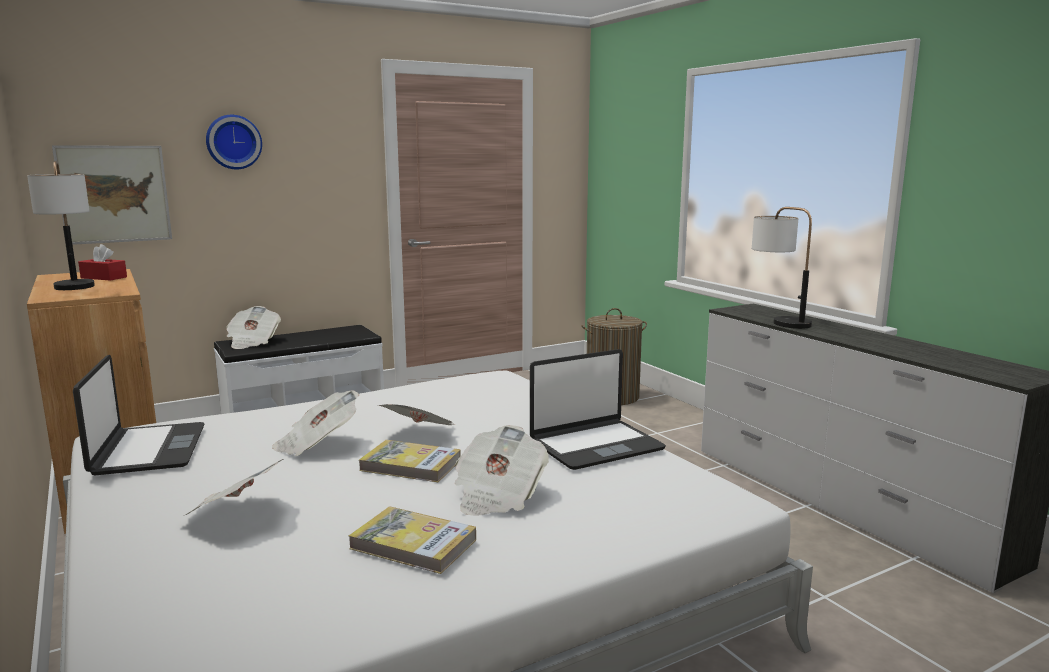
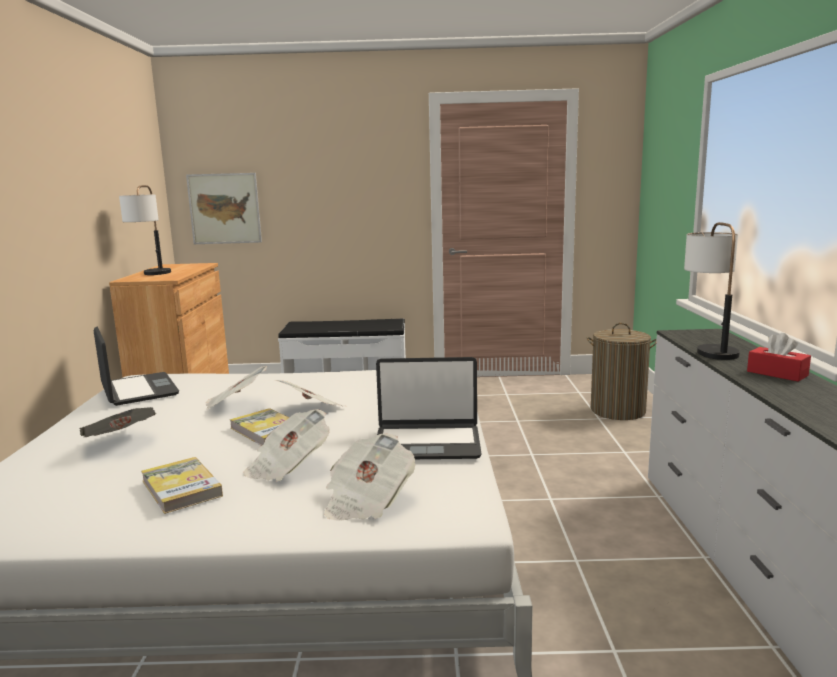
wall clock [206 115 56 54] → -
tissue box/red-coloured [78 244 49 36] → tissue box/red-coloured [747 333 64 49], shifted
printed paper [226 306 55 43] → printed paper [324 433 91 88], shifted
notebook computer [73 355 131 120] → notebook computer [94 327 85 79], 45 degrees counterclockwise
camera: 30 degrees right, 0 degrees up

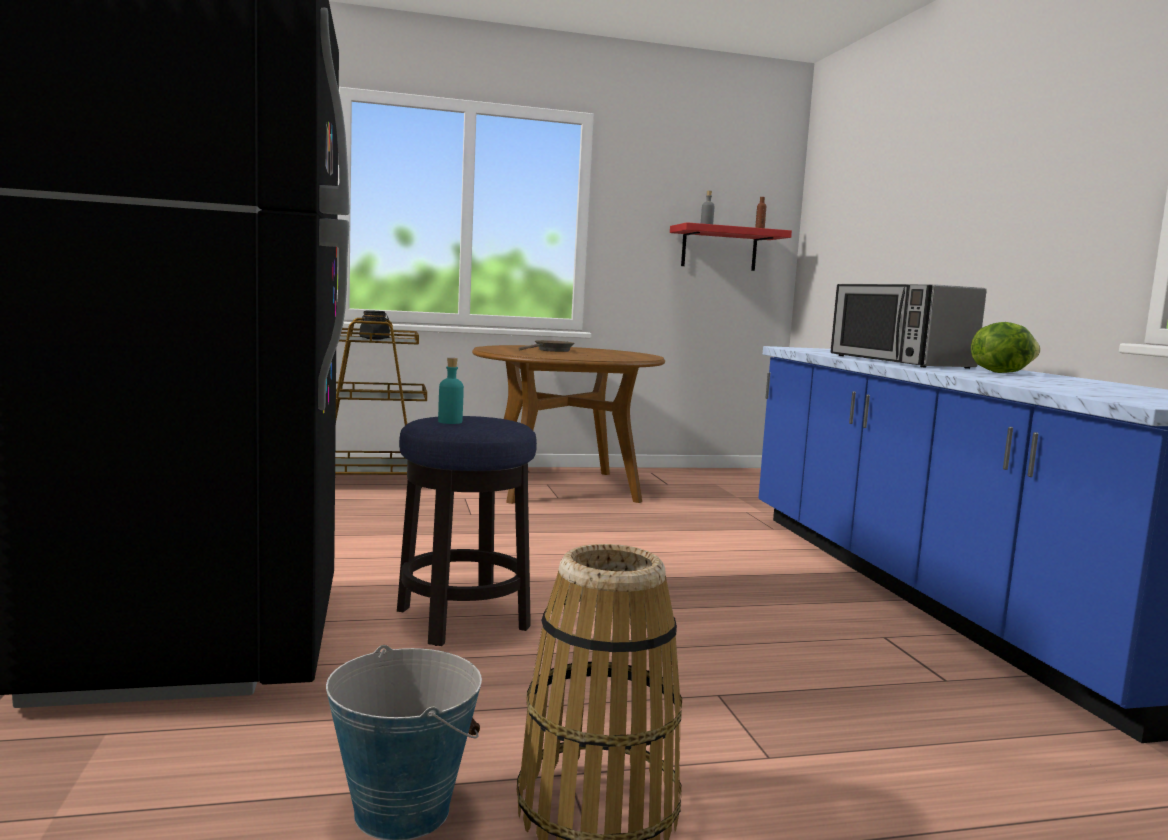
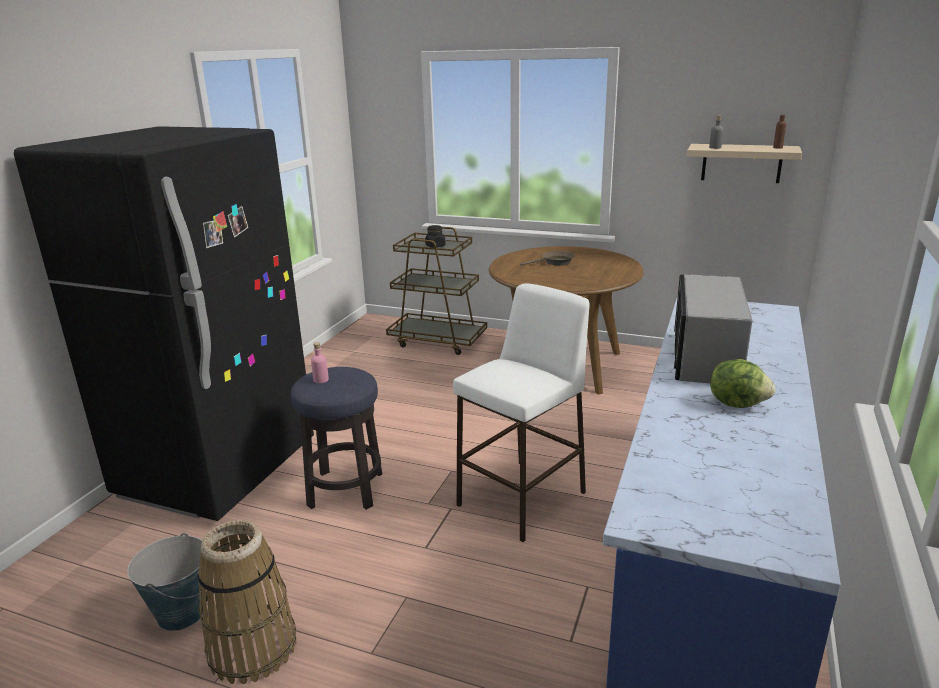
wall shelf/red-coloured [670 222 122 49] → wall shelf/sand-coloured [687 144 115 39]
bottle/turquoise [438 358 26 66] → bottle/pink-coloured [311 342 18 41]
- → sitting stool/whitish [453 283 136 259]
camera: 35 degrees right, 15 degrees up

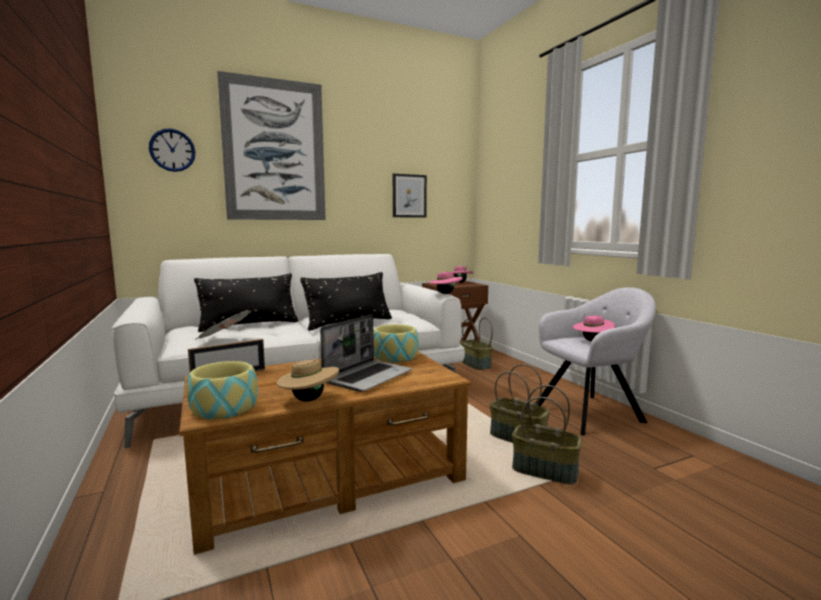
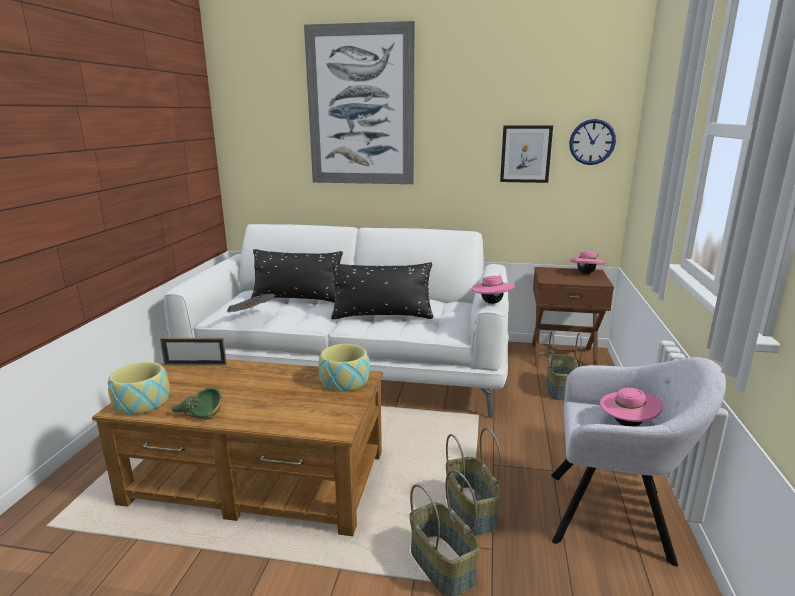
wall clock [149 128 46 44] → wall clock [569 119 47 46], shifted
notebook computer [320 315 92 77] → -
hat/sand-coloured [276 355 63 46] → serving bowl/green [172 387 50 33]
camera: 35 degrees right, 10 degrees up

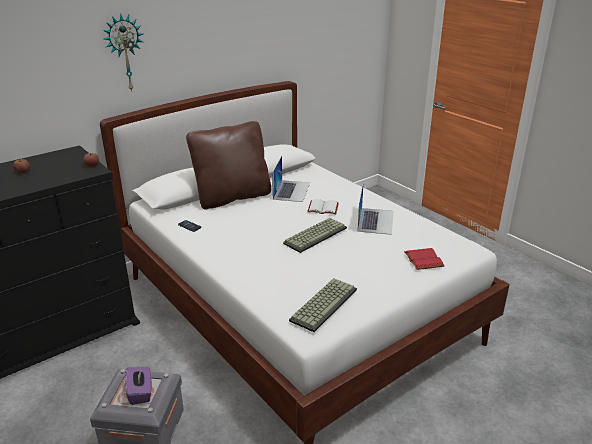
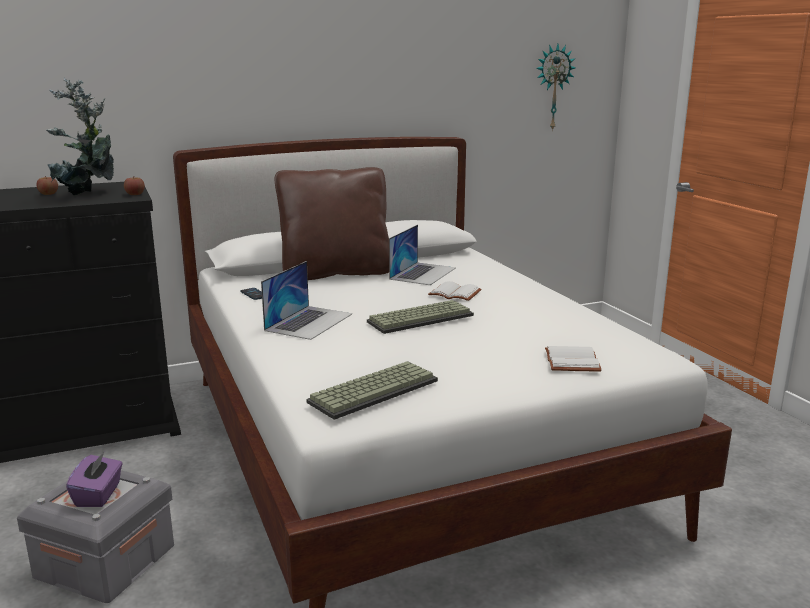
wall clock [103 14 41 78] → wall clock [536 44 40 87], shifted
notebook computer [357 181 37 54] → notebook computer [261 261 91 79], shifted
volume/red-coloured [404 248 41 22] → volume/whitish [545 346 57 26]
- → potted plant [46 77 68 118]
camera: 15 degrees right, 10 degrees down

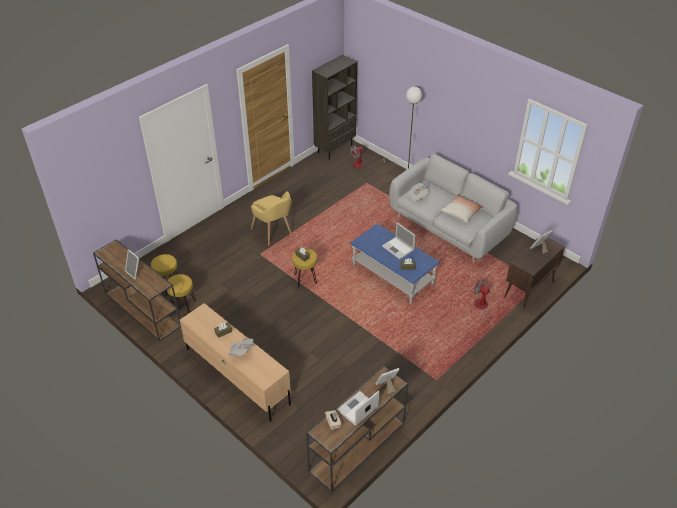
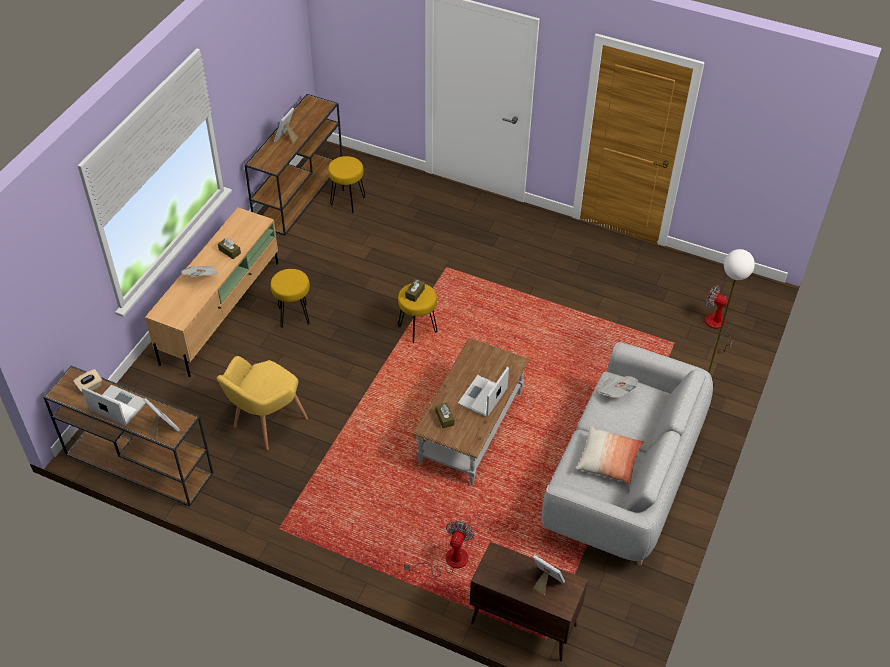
shelving unit/brownish [312 54 45 106] → -
lounge chair/yellow [251 191 41 55] → lounge chair/yellow [217 356 91 94], shifted
lounge table/blue-coloured [350 224 90 80] → lounge table/brownish [413 338 117 147]
sitting stool/yellow [166 274 30 39] → sitting stool/yellow [270 269 40 59], shifted
camera: 70 degrees right, 5 degrees up

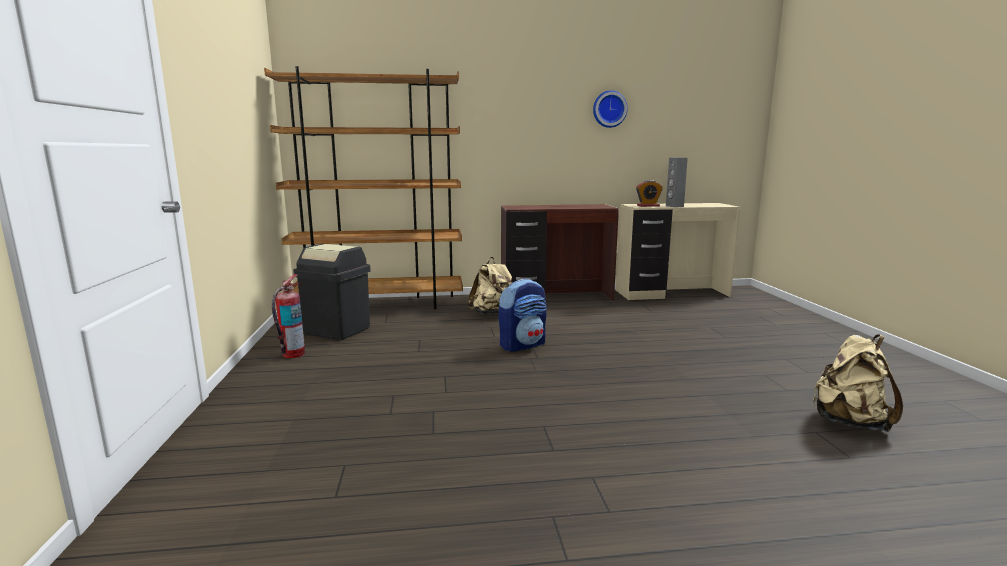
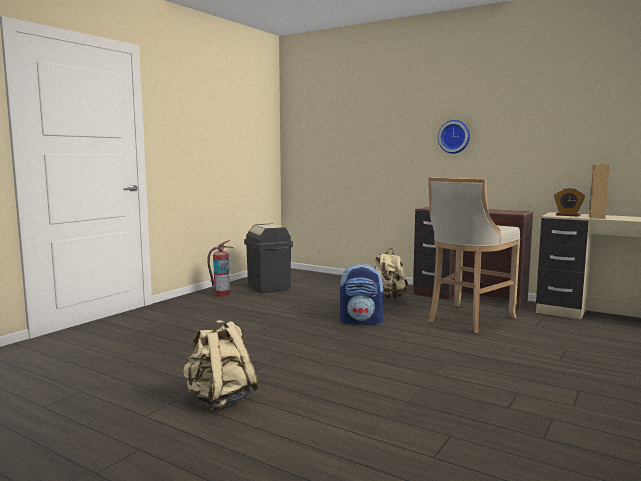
shelving unit/brownish [264 66 199 243] → -
wall clock [593 90 35 38] → wall clock [438 120 32 34], shifted
audio speaker/greyish [666 158 22 49] → audio speaker/brownish [589 164 21 55]
rucksack/sand-coloured [812 334 91 98] → rucksack/sand-coloured [183 320 76 90], shifted
- → sitting stool/sand-coloured [428 177 92 156]
camera: 40 degrees right, 5 degrees down

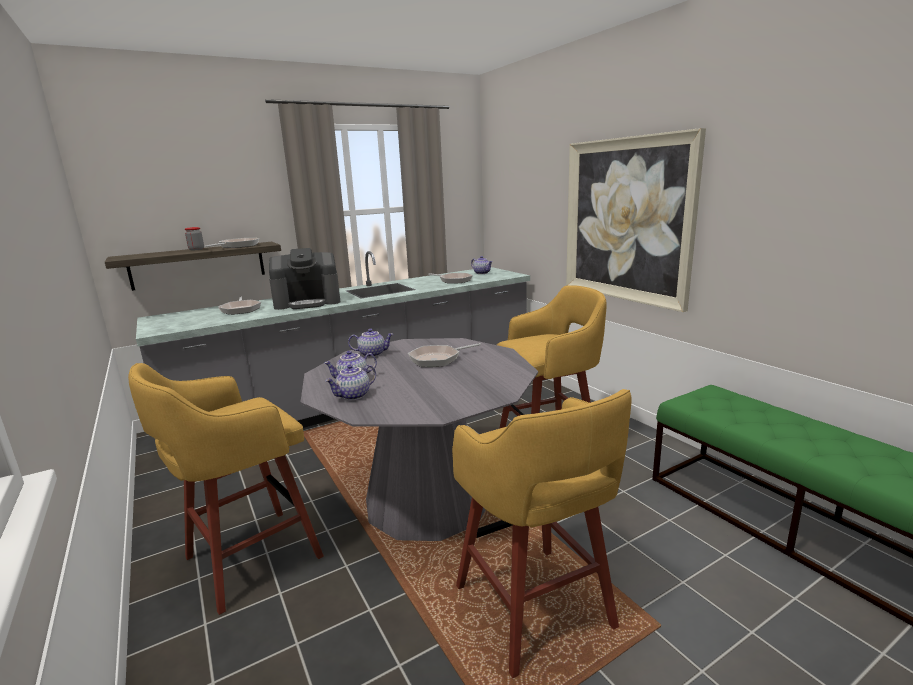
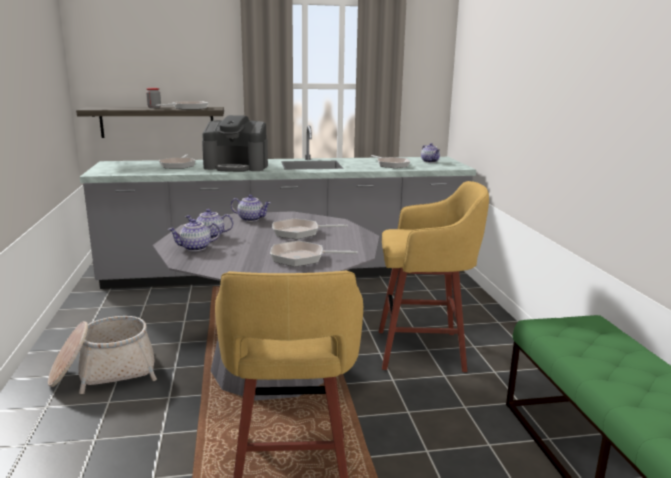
wall picture [566 128 140 184] → -
sitting stool/yellow [128 363 196 252] → basket [48 316 109 78]
- → frying pan [270 241 87 26]
camera: 20 degrees right, 0 degrees up

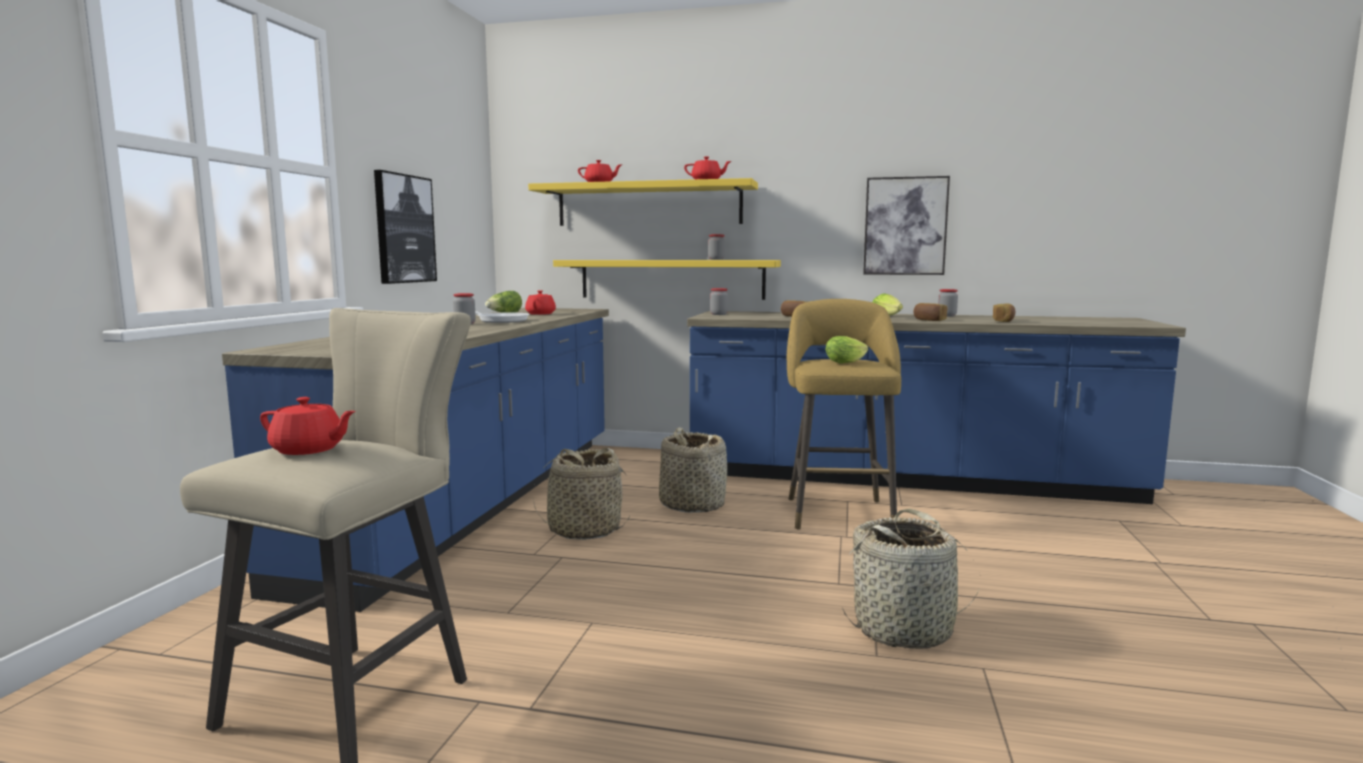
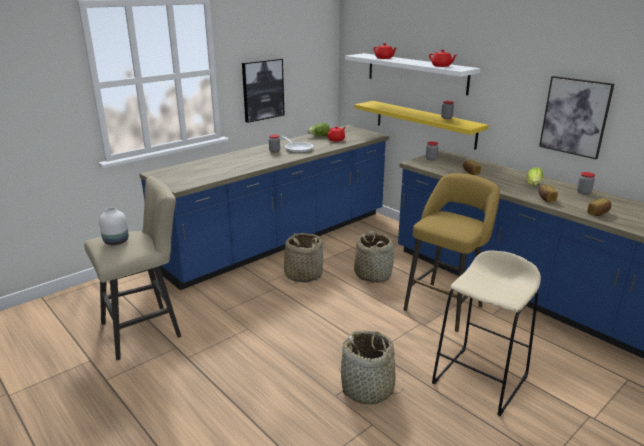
wall shelf/yellow [528 178 230 48] → wall shelf/whitish [345 53 135 42]
lettuce head [826 336 42 27] → -
tea pot/red-coloured [260 397 96 58] → flower vase/whitish [99 207 30 38]
- → sitting stool/sand-coloured [432 251 109 165]
camera: 35 degrees right, 15 degrees up

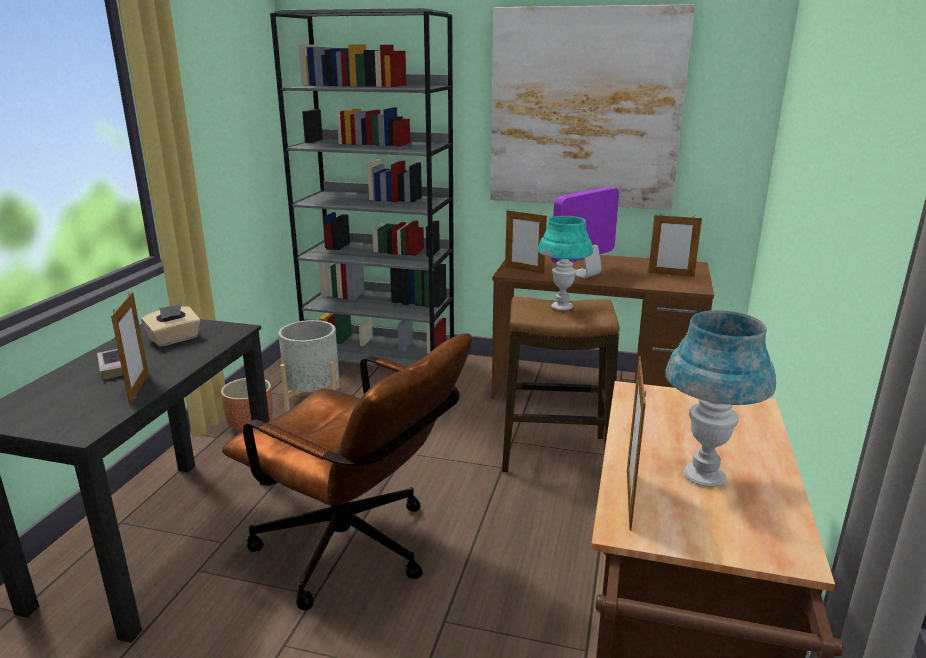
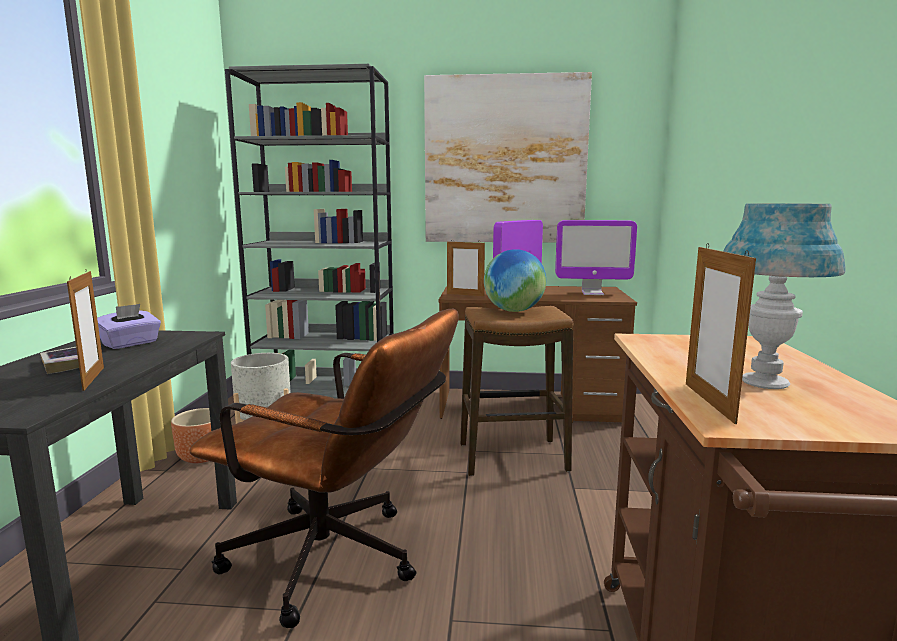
photo frame [648 213 54 64] → monitor [555 220 82 75]
lamp for a table/turquoise [538 216 55 94] → globe [484 249 62 63]
tissue box/sand-coloured [141 304 60 43] → tissue box/purple [97 304 64 45]
camera: 10 degrees left, 10 degrees down

